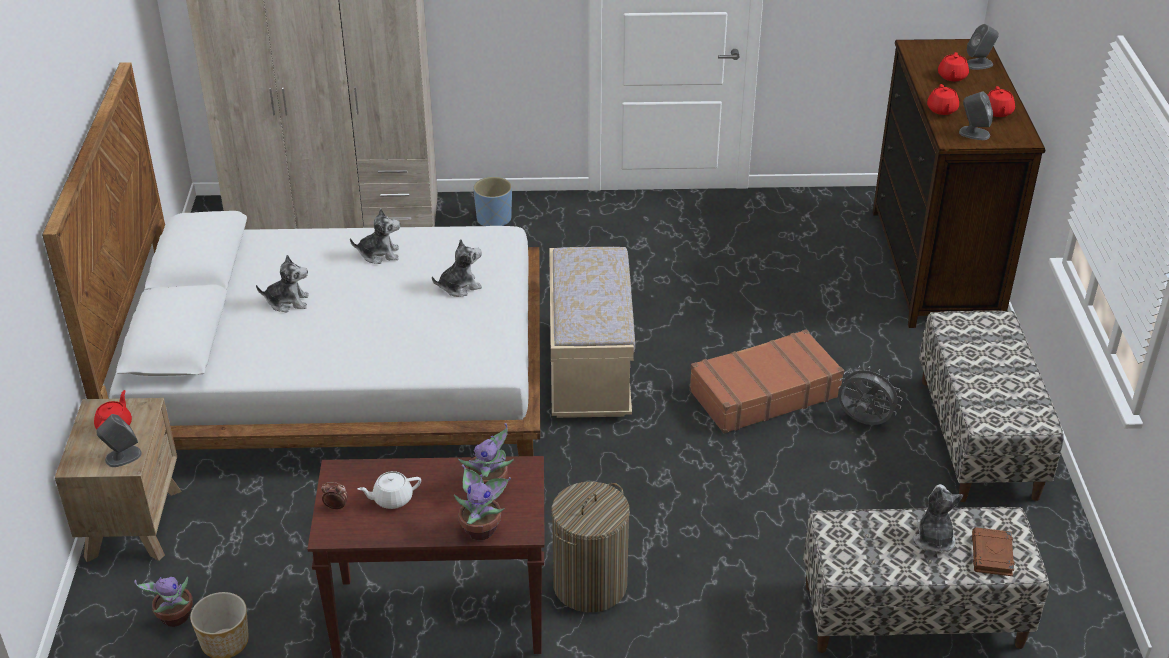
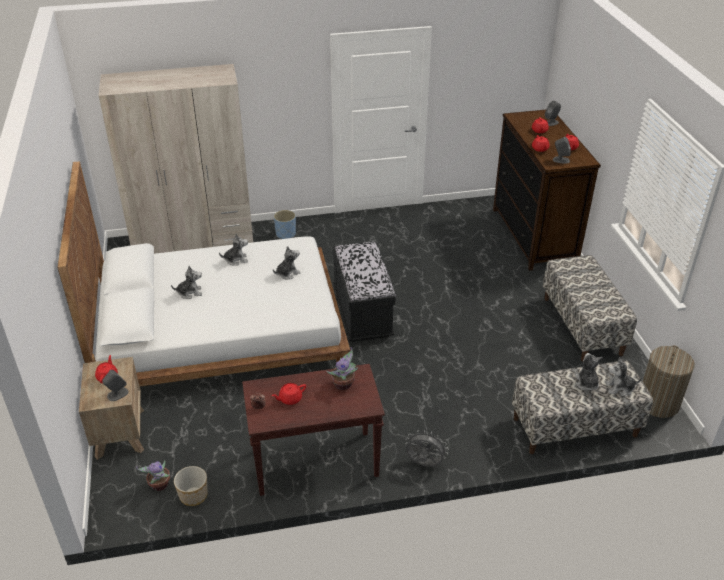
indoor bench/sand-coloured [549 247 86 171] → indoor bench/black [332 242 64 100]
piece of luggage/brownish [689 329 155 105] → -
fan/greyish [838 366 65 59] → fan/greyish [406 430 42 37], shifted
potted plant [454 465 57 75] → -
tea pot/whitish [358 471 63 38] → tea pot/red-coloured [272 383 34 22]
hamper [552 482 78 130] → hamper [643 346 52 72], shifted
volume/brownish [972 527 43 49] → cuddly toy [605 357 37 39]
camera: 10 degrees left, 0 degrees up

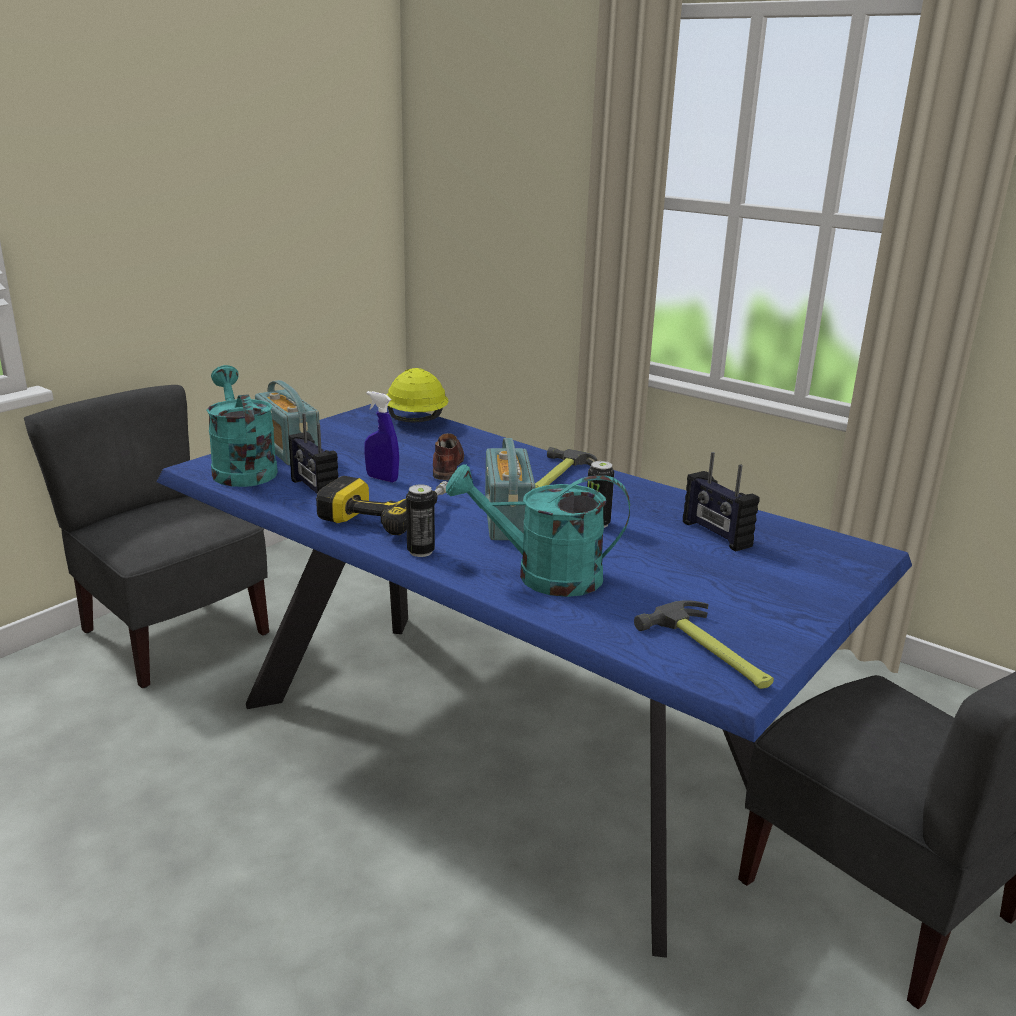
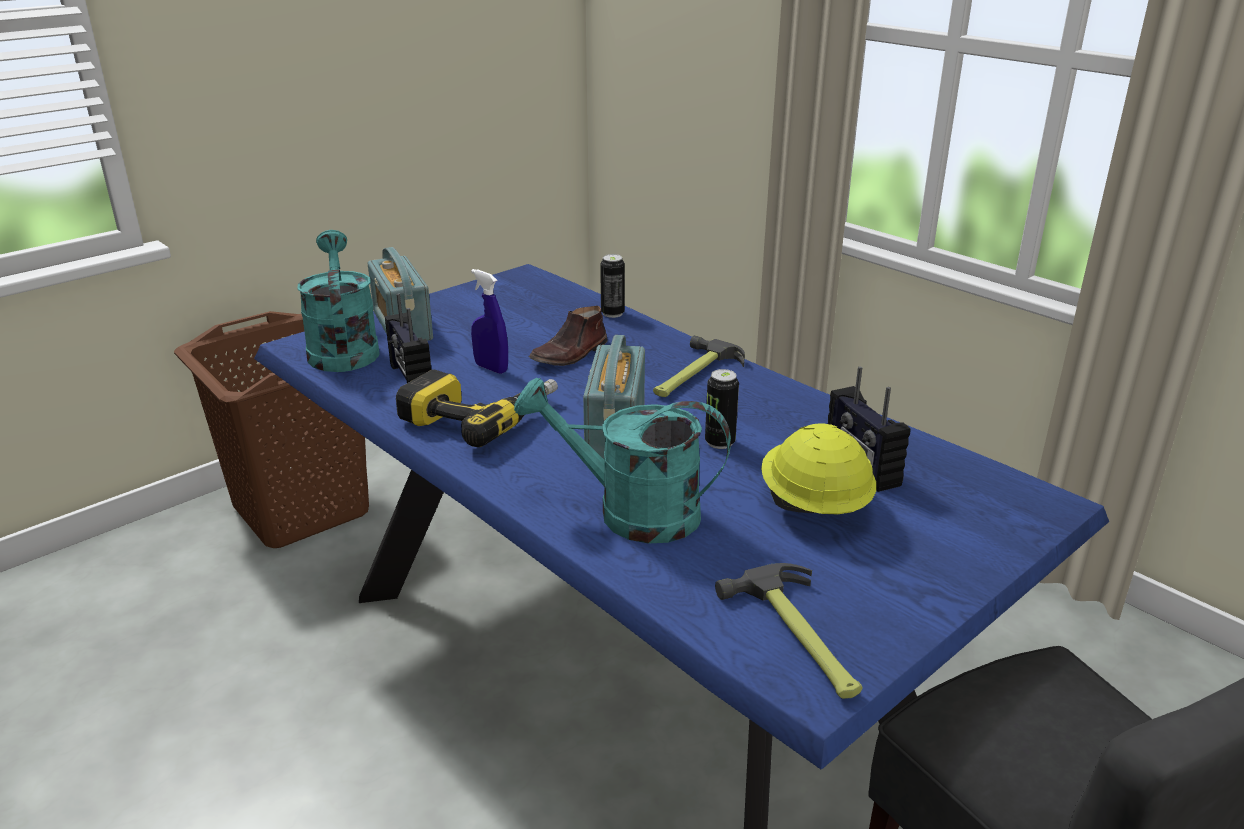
safety helmet/yellow [386 368 63 55] → safety helmet/yellow [761 423 115 91], shifted
chair/greyish [24 385 245 303] → hamper/brownish [174 311 195 237]
shoe/brownish [433 433 31 47] → shoe/brownish [529 306 79 60], 150 degrees counterclockwise
metal can [406 484 29 73] → metal can [600 254 25 64], shifted
camera: 10 degrees right, 5 degrees up

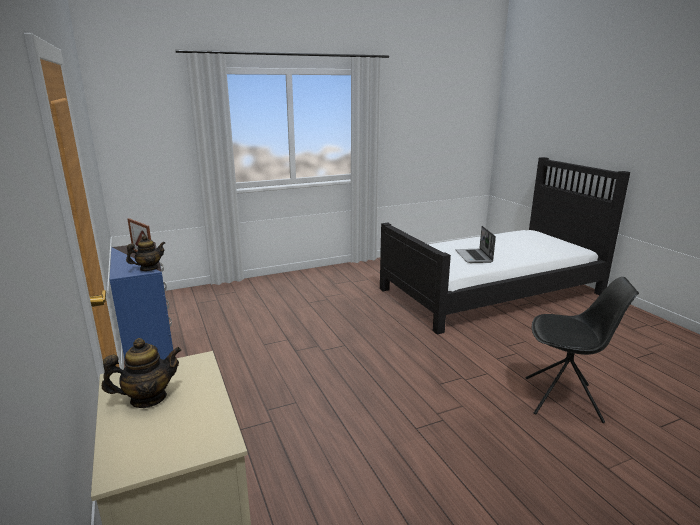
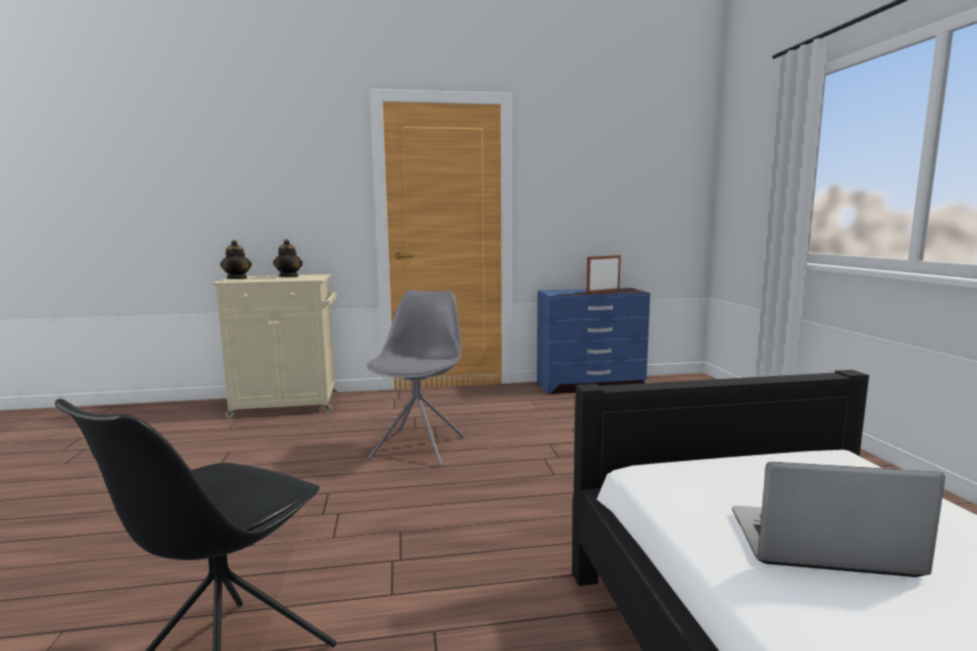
tea pot [126 235 39 36] → tea pot [220 240 32 39], shifted
- → chair/greyish [366 290 99 177]
camera: 105 degrees right, 10 degrees down

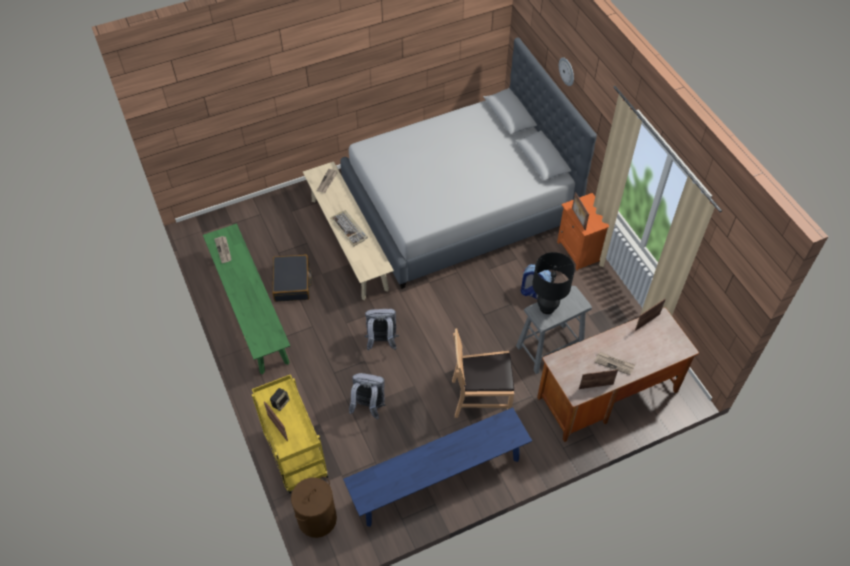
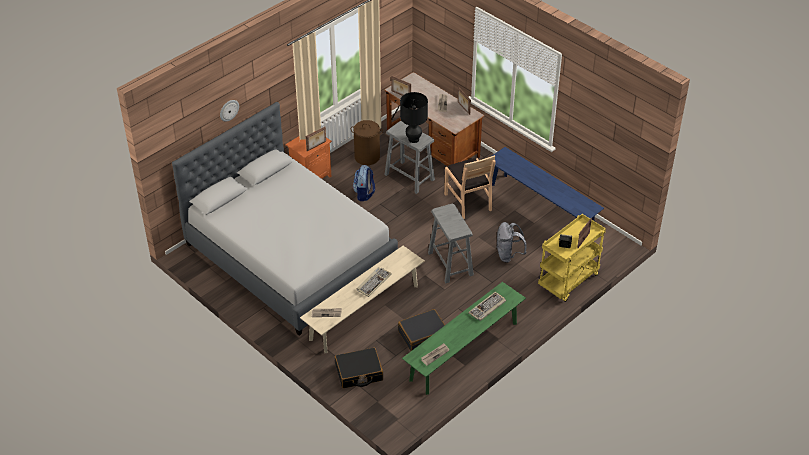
rucksack/greyish [364 309 35 41] → sitting stool/greyish [428 204 46 79]
hamper/brownish [291 476 46 62] → hamper/brownish [351 120 32 45], shifted
- → PC keyboard [468 292 38 29]
- → piece of luggage/black [335 347 48 41]
camera: 110 degrees left, 10 degrees down

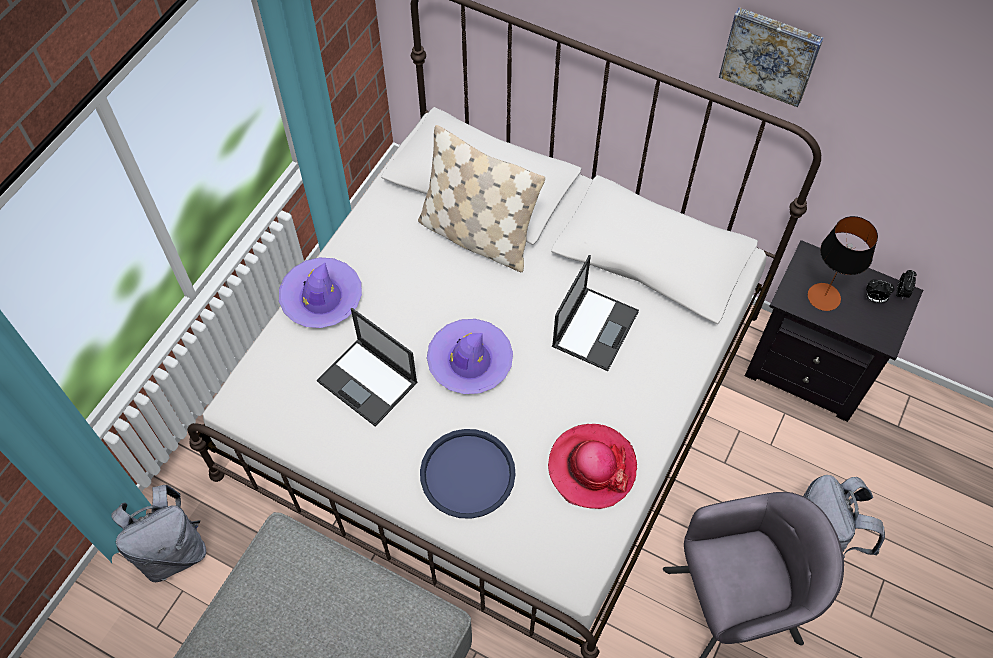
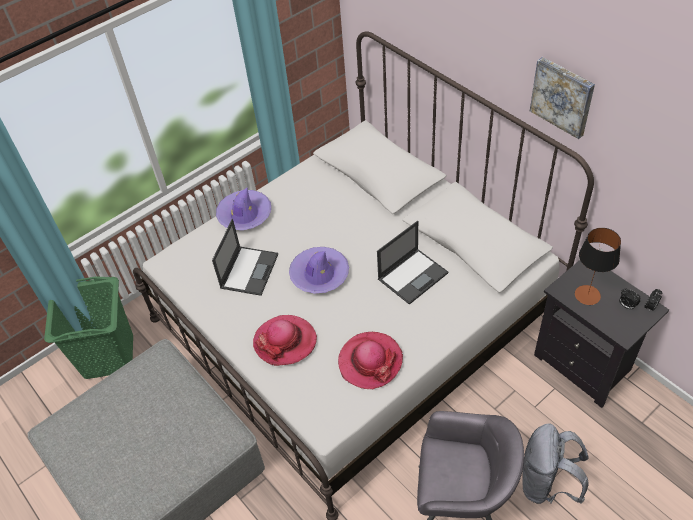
pillow/sand-coloured [418 125 127 147] → -
notebook computer [317 308 101 119] → notebook computer [212 219 66 77], 135 degrees counterclockwise
carrying tray/blue-coloured [420 429 96 90] → hat [253 315 64 51]
rucksack/greyish [111 485 95 97] → hamper/green [44 276 89 103]
camera: 25 degrees right, 10 degrees down

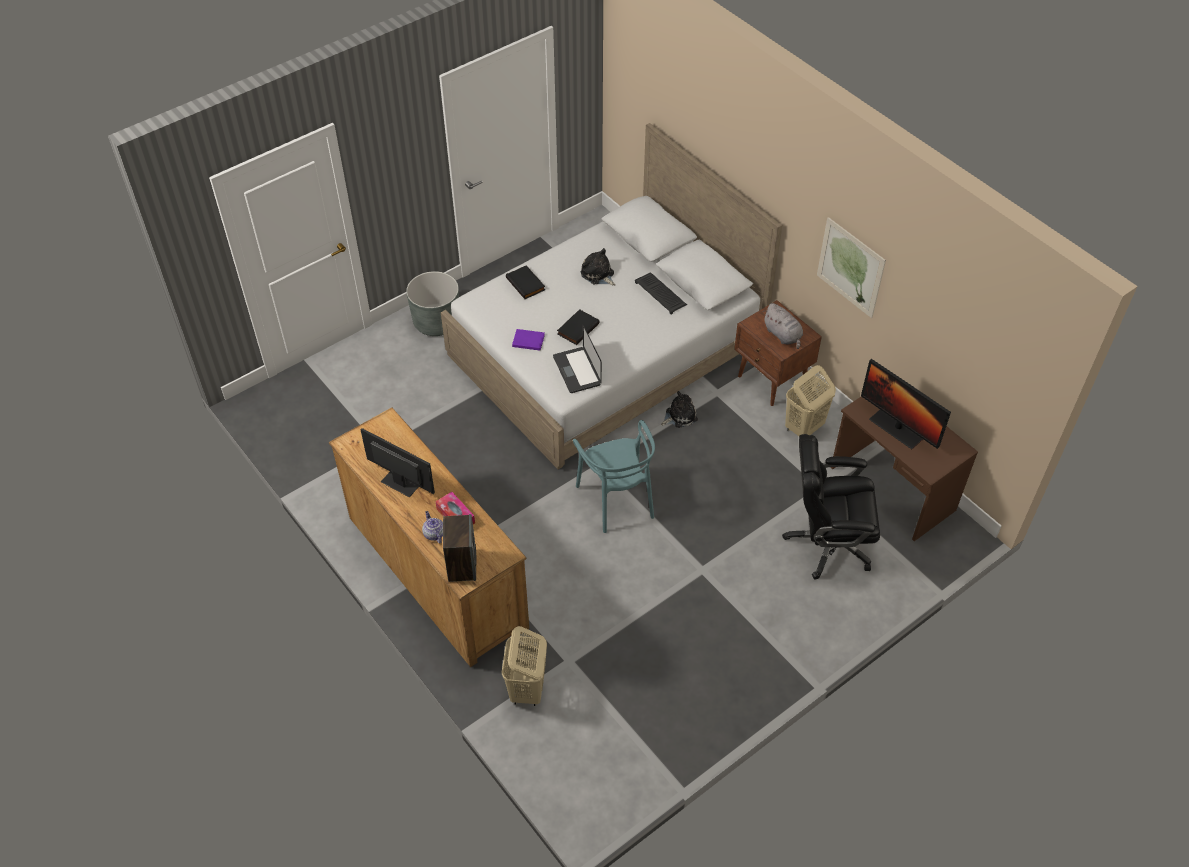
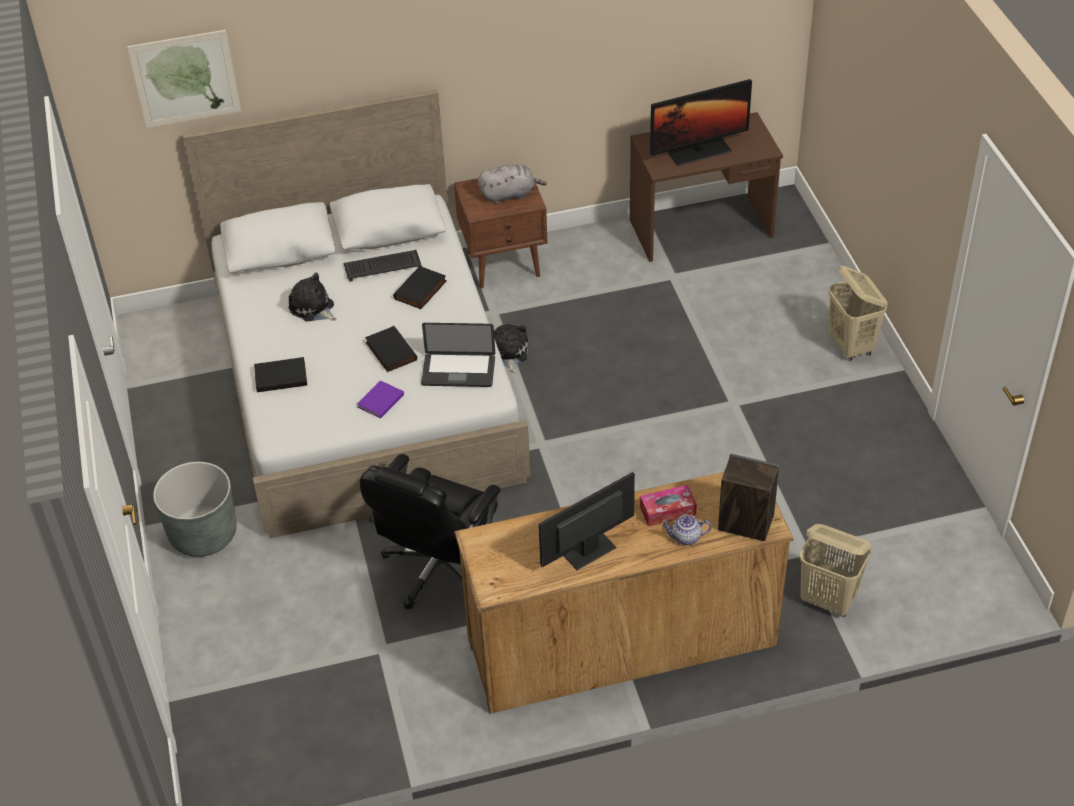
wall picture [817 217 69 101] → wall picture [127 30 114 98], shifted
cuddly toy [581 248 35 38] → cuddly toy [288 272 48 50], 60 degrees clockwise
hamper/sand-coloured [785 365 51 71] → hamper/sand-coloured [829 266 59 95], shifted
chair/turquoise [573 420 82 113] → -
computer chair/black [782 434 98 145] → computer chair/black [360 454 140 155], shifted
- → volume/black [393 266 54 43]
camera: 65 degrees left, 5 degrees down

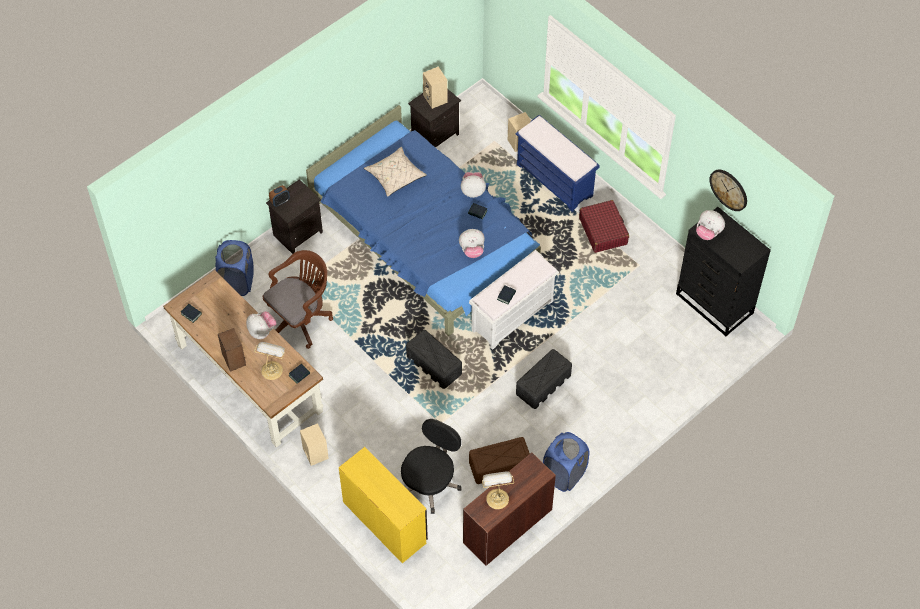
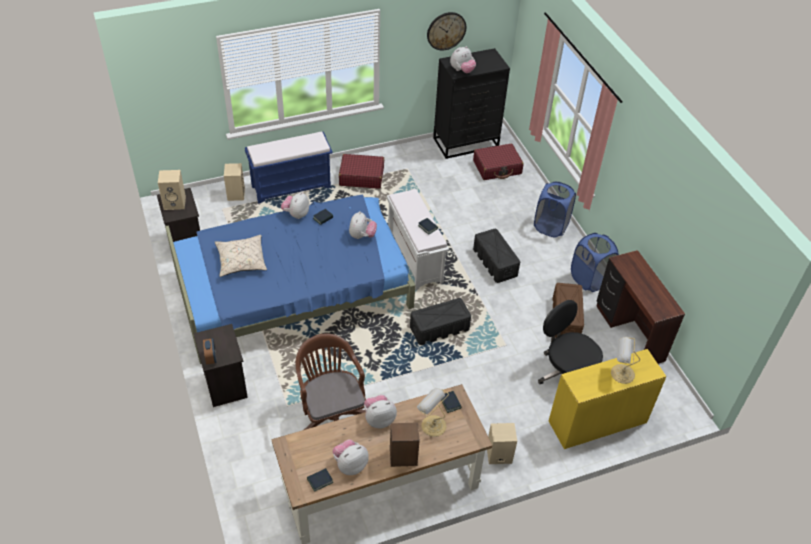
hamper/blue-coloured [215 240 39 56] → hamper/blue-coloured [534 182 42 56], shifted
lamp for a table [482 471 32 38] → lamp for a table [611 337 29 47], shifted
- → piece of luggage/red-coloured [473 144 51 36]
- → cuddly toy [332 439 37 36]
camera: 70 degrees left, 10 degrees down

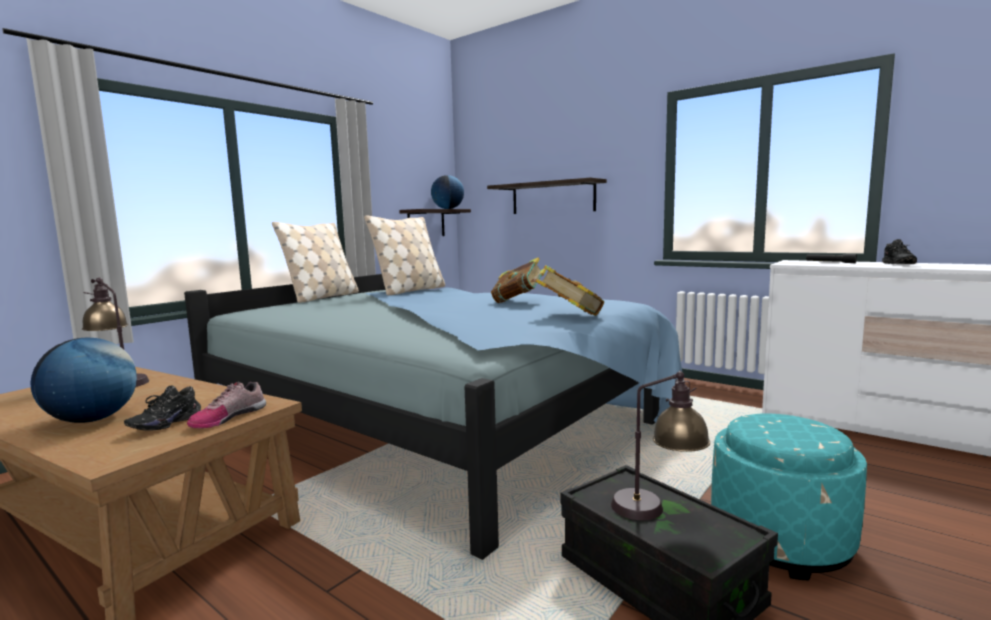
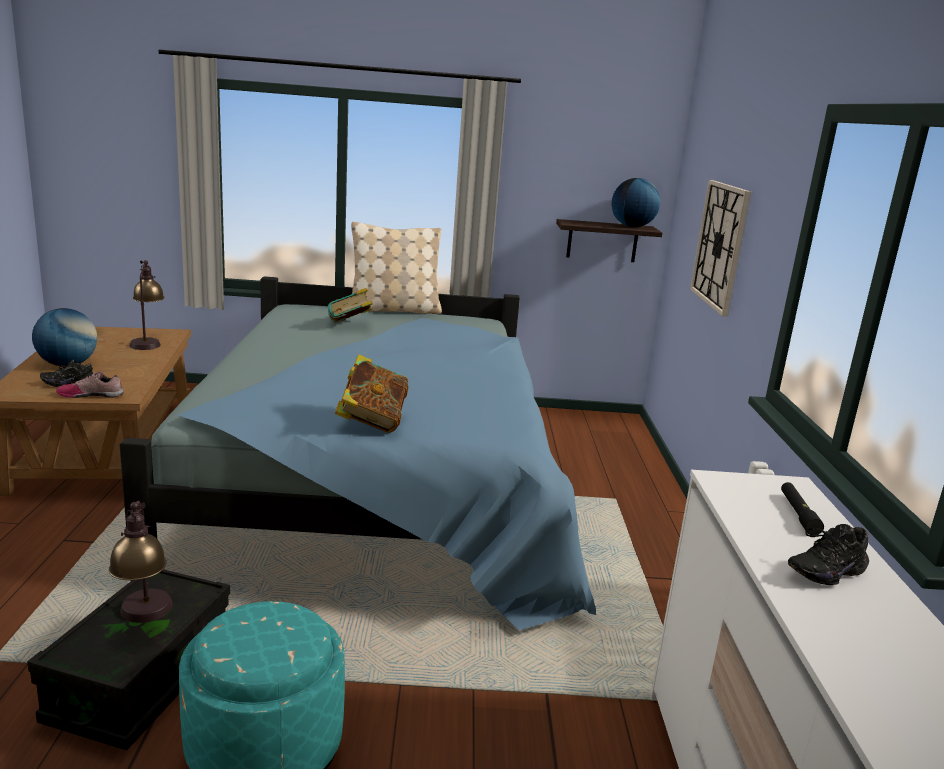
wall shelf [487 178 120 36] → wall clock [690 180 61 137]
pillow/sand-coloured [364 215 81 80] → -
volume [491 257 55 46] → volume [328 288 44 35], shifted
camera: 50 degrees right, 10 degrees up

